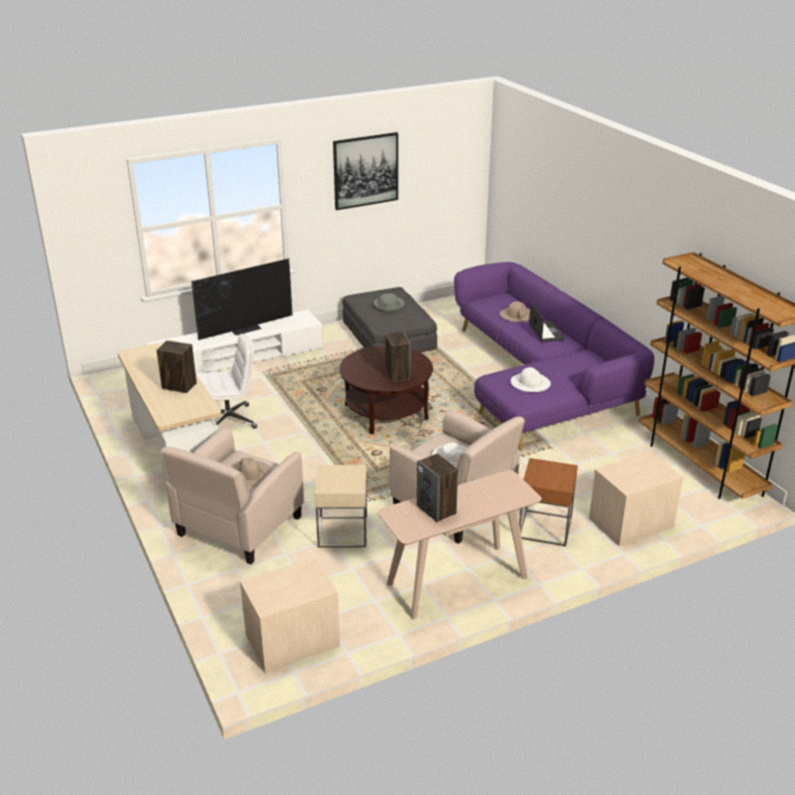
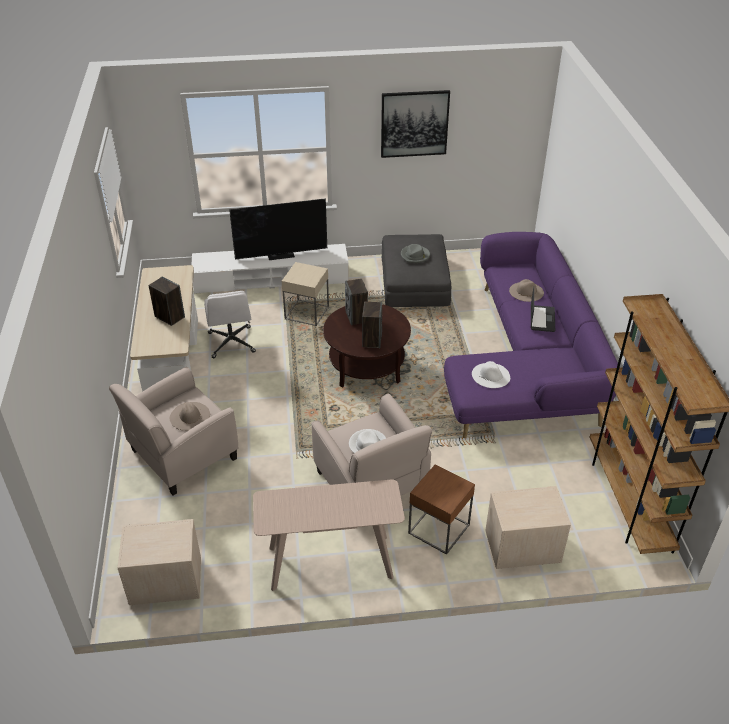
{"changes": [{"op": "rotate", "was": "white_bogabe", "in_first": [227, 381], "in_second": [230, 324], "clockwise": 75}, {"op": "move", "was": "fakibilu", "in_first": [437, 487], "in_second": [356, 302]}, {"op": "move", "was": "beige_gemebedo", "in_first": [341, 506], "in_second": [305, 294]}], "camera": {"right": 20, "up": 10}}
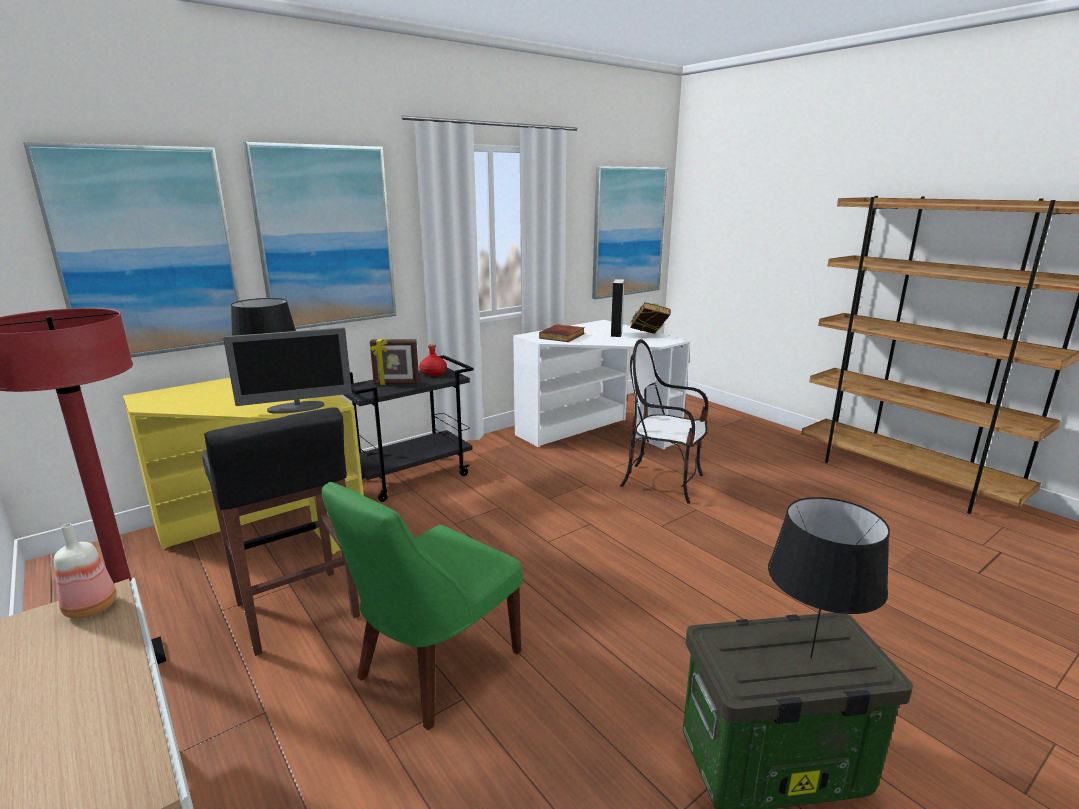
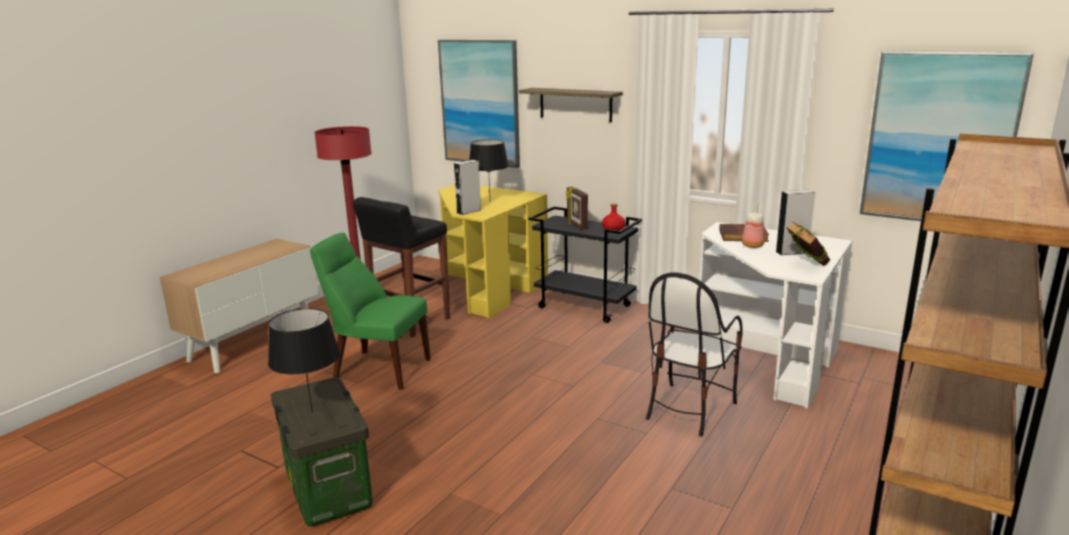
{"changes": [{"op": "replace", "was": "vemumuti", "now": "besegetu", "in_first": [319, 235], "in_second": [571, 105]}, {"op": "replace", "was": "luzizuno", "now": "grey_fakibilu", "in_first": [287, 370], "in_second": [467, 187]}, {"op": "rotate", "was": "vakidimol", "in_first": [664, 421], "in_second": [694, 354], "clockwise": -150}, {"op": "move", "was": "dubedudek", "in_first": [85, 571], "in_second": [753, 225]}], "camera": {"right": 70, "up": 0}}
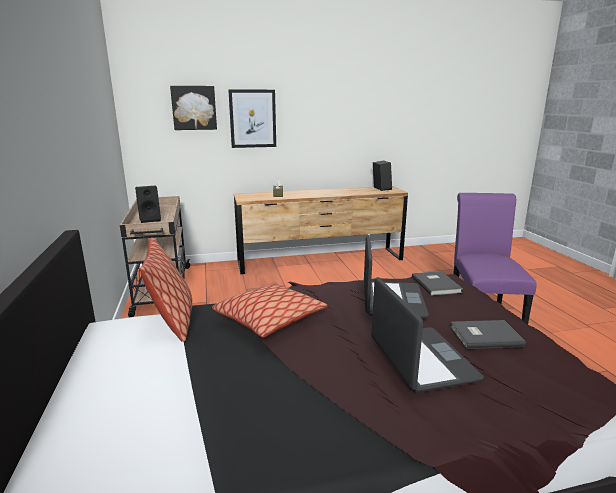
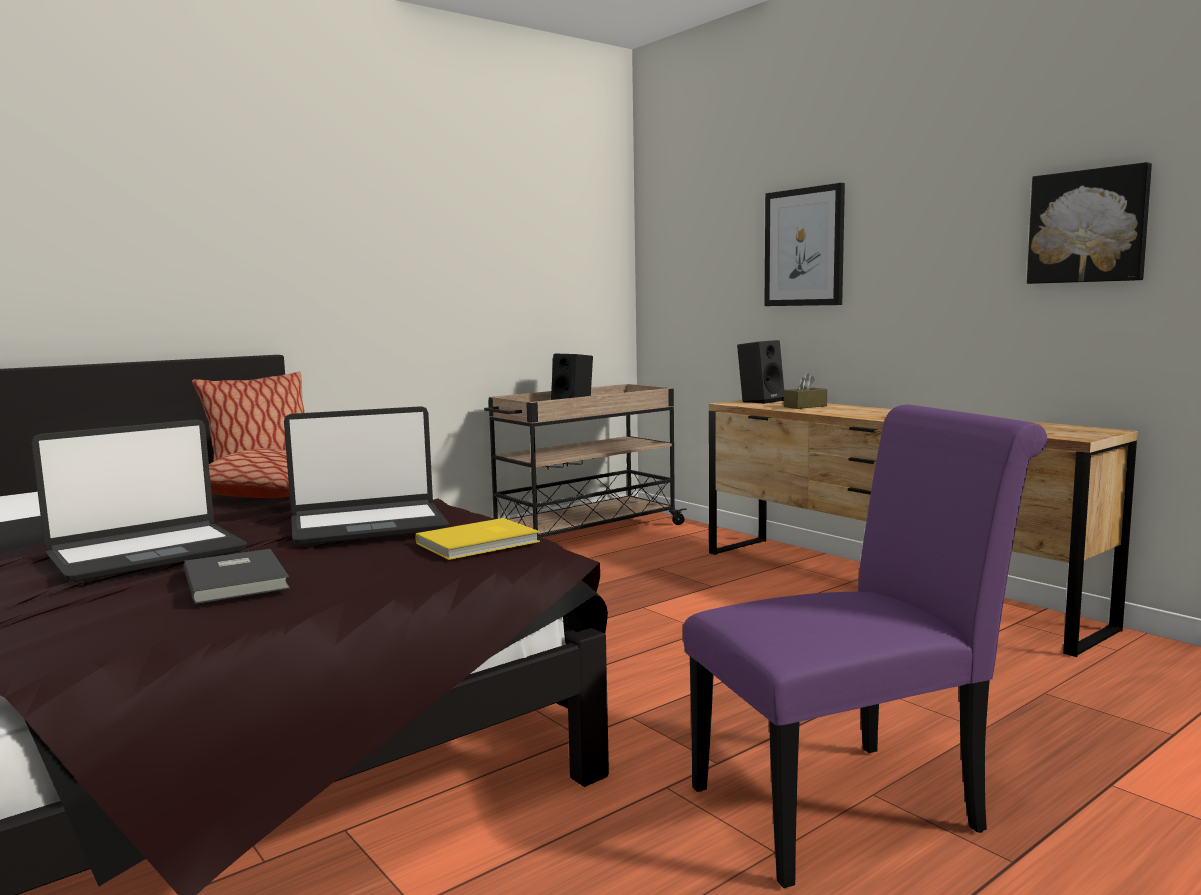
{"changes": [{"op": "move", "was": "vemumuti", "in_first": [193, 108], "in_second": [1089, 223]}, {"op": "move", "was": "black_fakibilu", "in_first": [382, 175], "in_second": [760, 372]}, {"op": "recolor", "was": "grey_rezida", "now": "yellow_rezida", "in_first": [437, 283], "in_second": [477, 539]}], "camera": {"right": 65, "up": -10}}
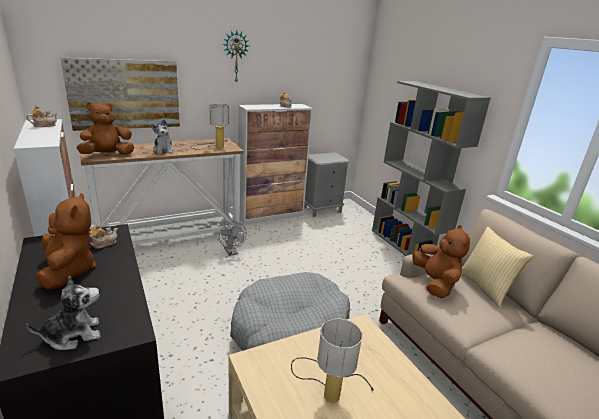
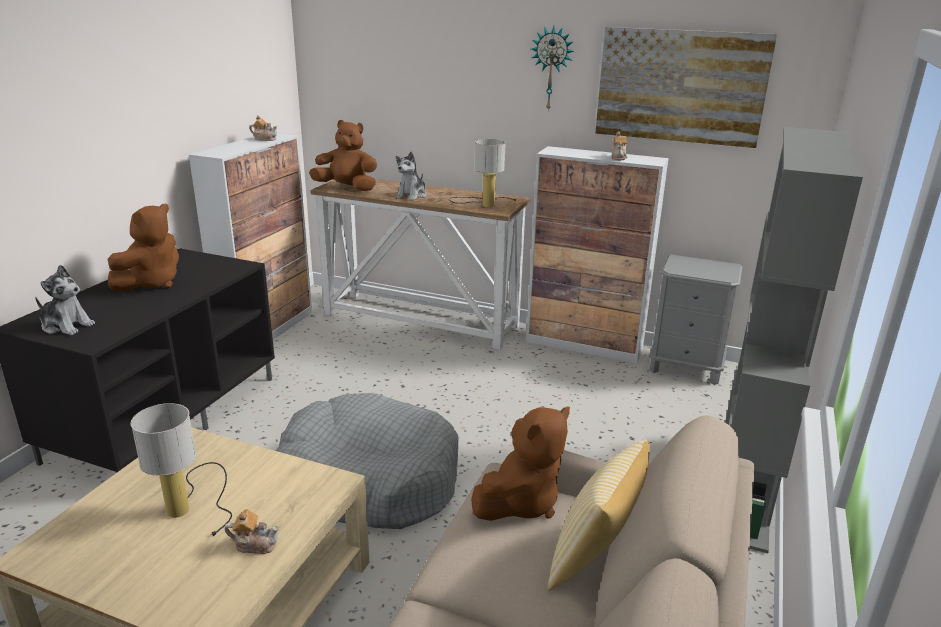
{"changes": [{"op": "move", "was": "vemumuti", "in_first": [120, 94], "in_second": [686, 87]}, {"op": "delete", "was": "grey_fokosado", "in_first": [233, 239]}, {"op": "move", "was": "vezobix", "in_first": [103, 236], "in_second": [251, 531]}], "camera": {"right": 50, "up": 0}}
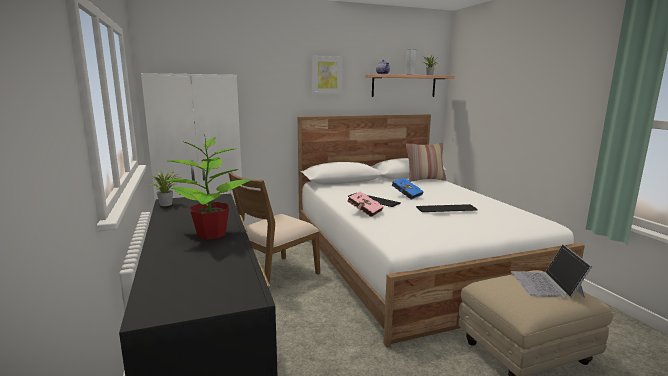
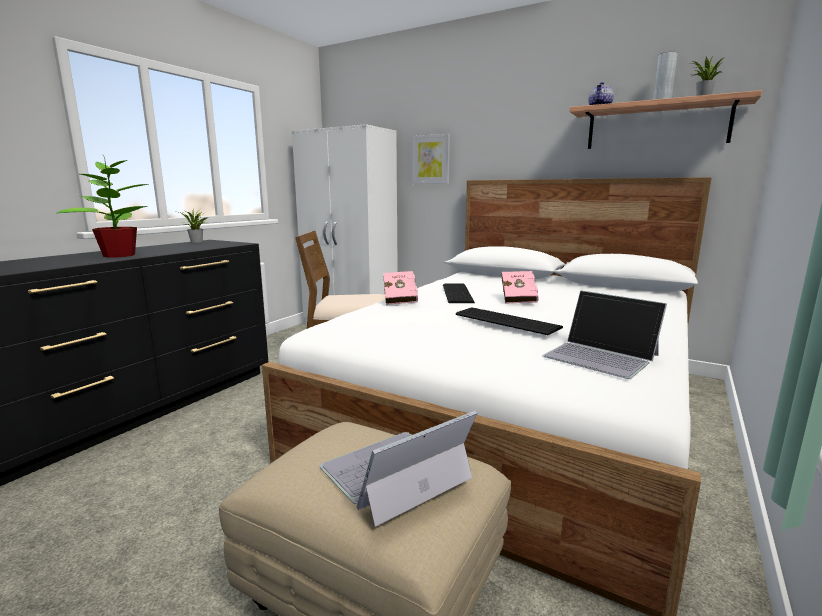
{"changes": [{"op": "move", "was": "vemumuti", "in_first": [327, 75], "in_second": [431, 159]}, {"op": "delete", "was": "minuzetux", "in_first": [426, 162]}, {"op": "recolor", "was": "blue_rezida", "now": "pink_rezida", "in_first": [408, 189], "in_second": [520, 287]}, {"op": "insert", "now": "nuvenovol", "in_second": [604, 334]}], "camera": {"right": 50, "up": 0}}
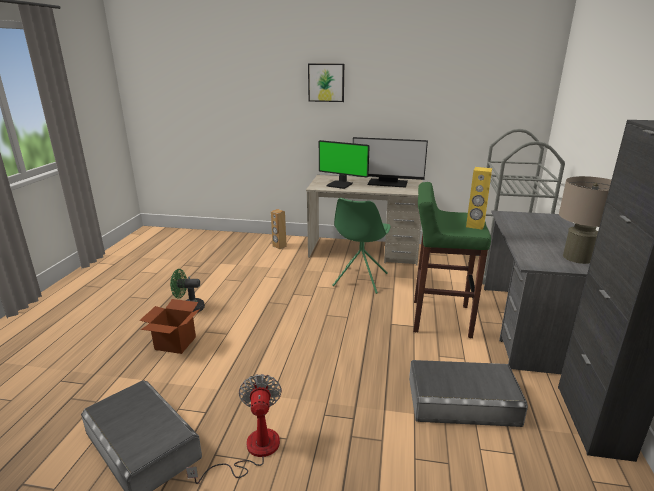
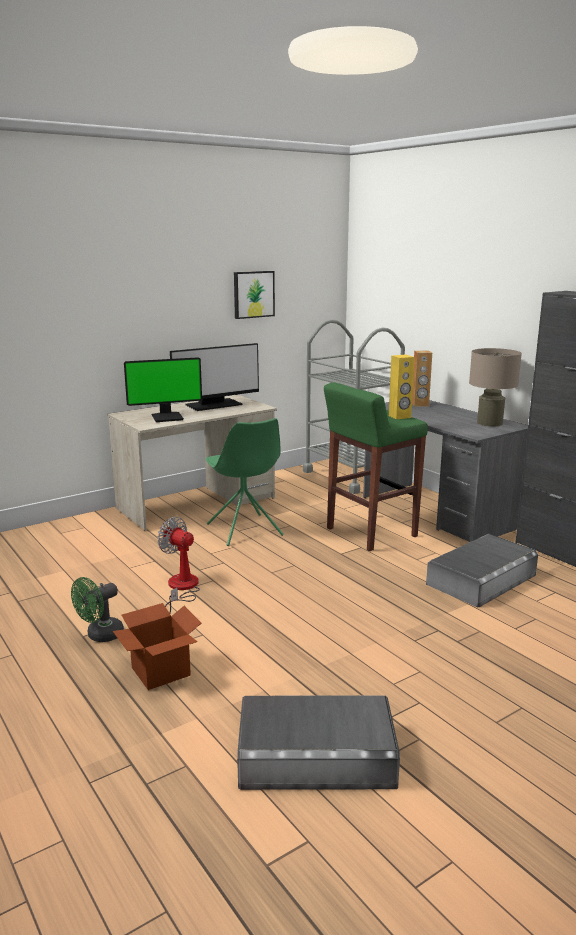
{"changes": [{"op": "move", "was": "vemumuti", "in_first": [326, 82], "in_second": [254, 295]}, {"op": "move", "was": "brown_fakibilu", "in_first": [279, 229], "in_second": [422, 379]}, {"op": "move", "was": "fokosado", "in_first": [234, 429], "in_second": [178, 565]}], "camera": {"right": -45, "up": -5}}
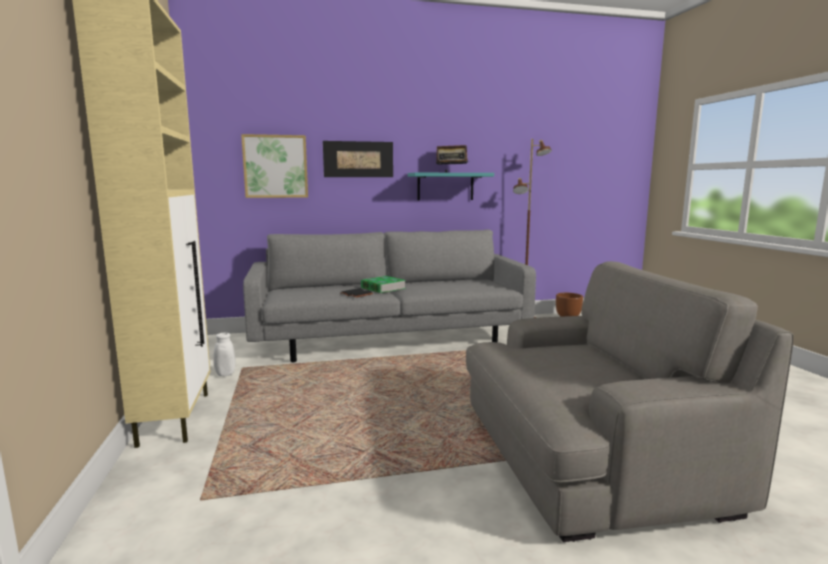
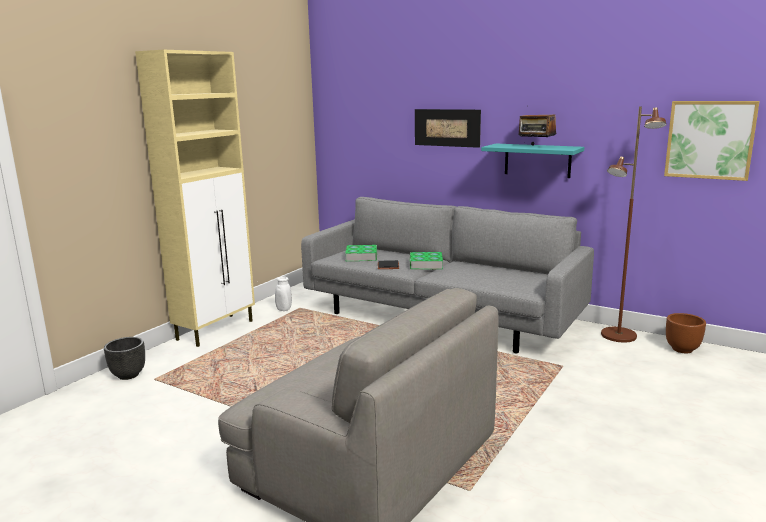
{"changes": [{"op": "move", "was": "vemumuti", "in_first": [274, 166], "in_second": [712, 141]}, {"op": "insert", "now": "rezida", "in_second": [361, 253]}, {"op": "insert", "now": "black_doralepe", "in_second": [124, 358]}], "camera": {"right": 45, "up": 5}}
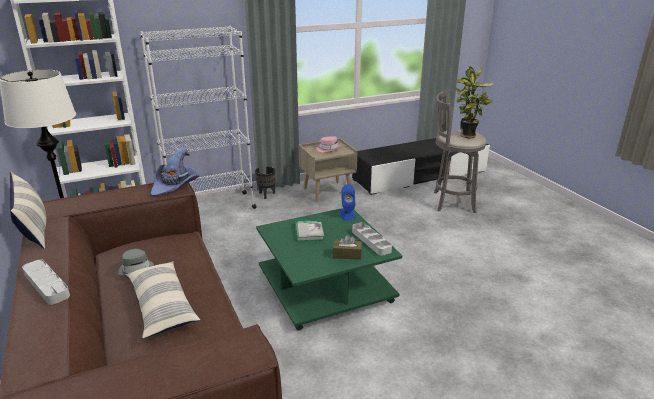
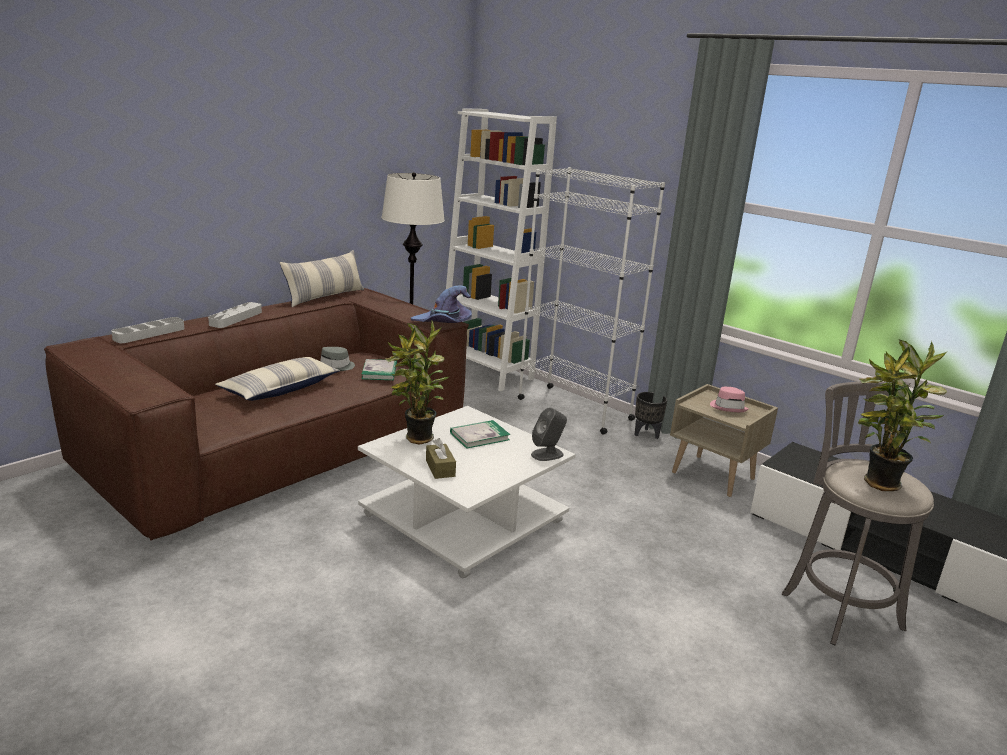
{"changes": [{"op": "recolor", "was": "blue_fakibilu", "now": "grey_fakibilu", "in_first": [347, 202], "in_second": [549, 434]}, {"op": "recolor", "was": "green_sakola", "now": "white_sakola", "in_first": [329, 269], "in_second": [467, 492]}, {"op": "move", "was": "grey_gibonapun", "in_first": [372, 239], "in_second": [147, 330]}, {"op": "insert", "now": "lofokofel", "in_second": [417, 383]}, {"op": "insert", "now": "rezida", "in_second": [379, 369]}], "camera": {"right": 65, "up": -5}}
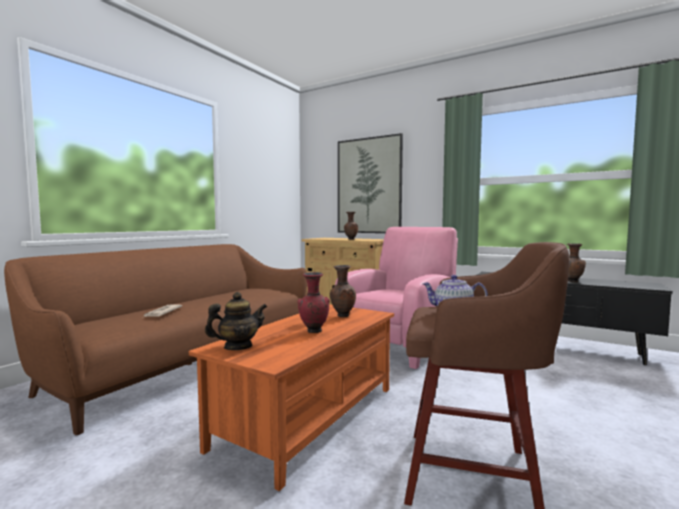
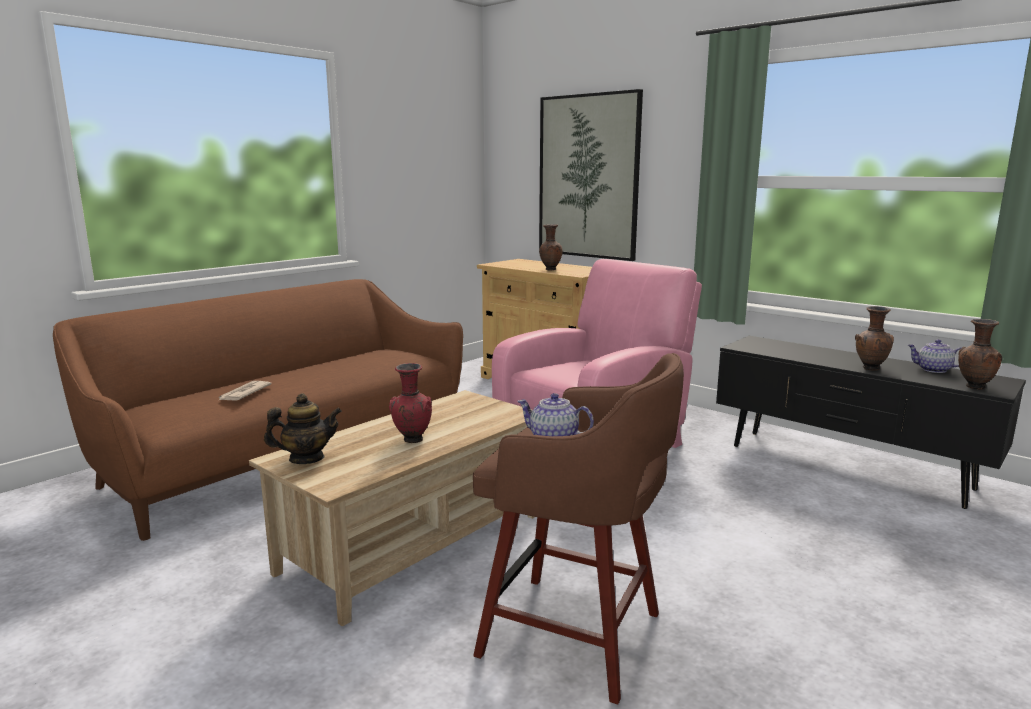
{"changes": [{"op": "move", "was": "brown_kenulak", "in_first": [343, 291], "in_second": [980, 354]}, {"op": "recolor", "was": "orange_sakola", "now": "beige_sakola", "in_first": [291, 397], "in_second": [392, 508]}, {"op": "insert", "now": "vezobix", "in_second": [934, 356]}], "camera": {"right": 10, "up": 10}}
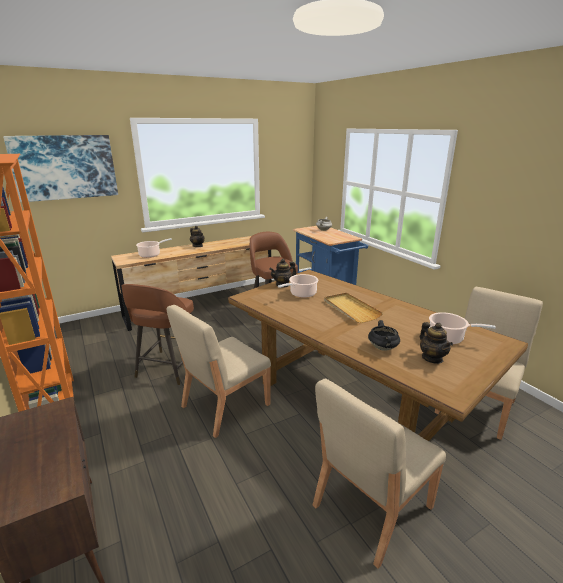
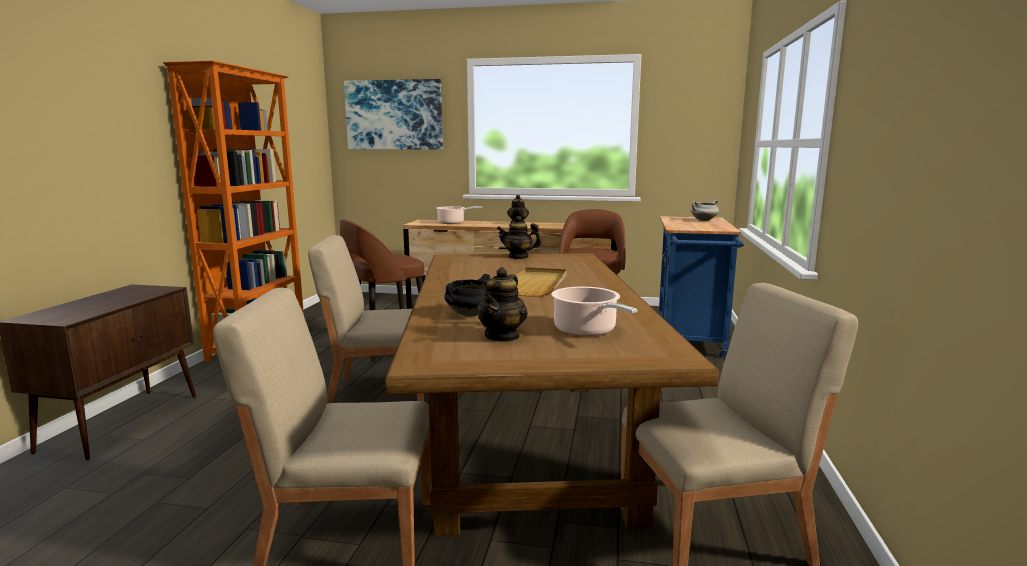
{"changes": [{"op": "delete", "was": "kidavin", "in_first": [298, 286]}], "camera": {"right": 40, "up": -10}}
